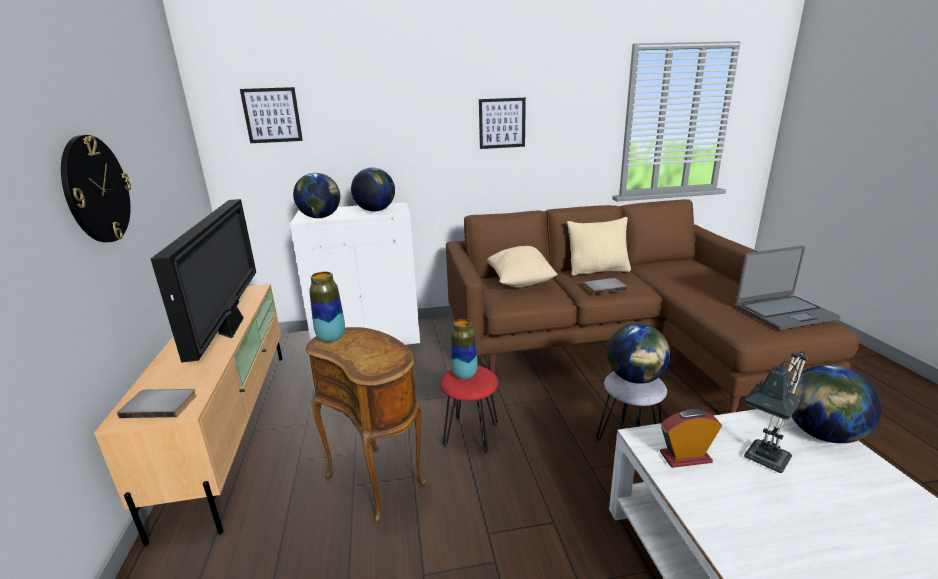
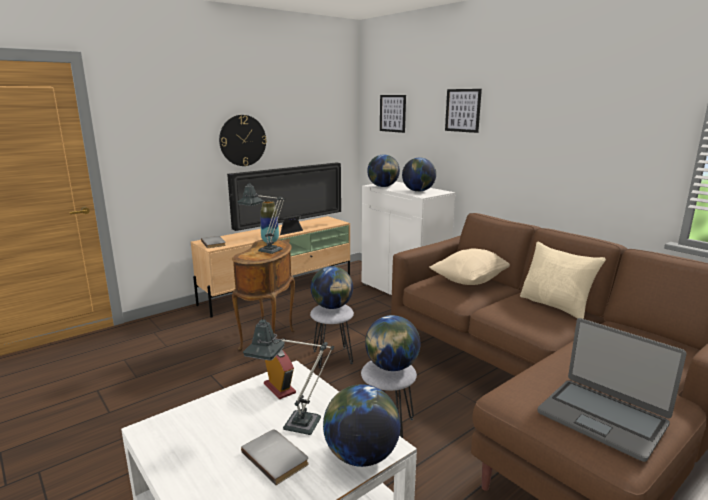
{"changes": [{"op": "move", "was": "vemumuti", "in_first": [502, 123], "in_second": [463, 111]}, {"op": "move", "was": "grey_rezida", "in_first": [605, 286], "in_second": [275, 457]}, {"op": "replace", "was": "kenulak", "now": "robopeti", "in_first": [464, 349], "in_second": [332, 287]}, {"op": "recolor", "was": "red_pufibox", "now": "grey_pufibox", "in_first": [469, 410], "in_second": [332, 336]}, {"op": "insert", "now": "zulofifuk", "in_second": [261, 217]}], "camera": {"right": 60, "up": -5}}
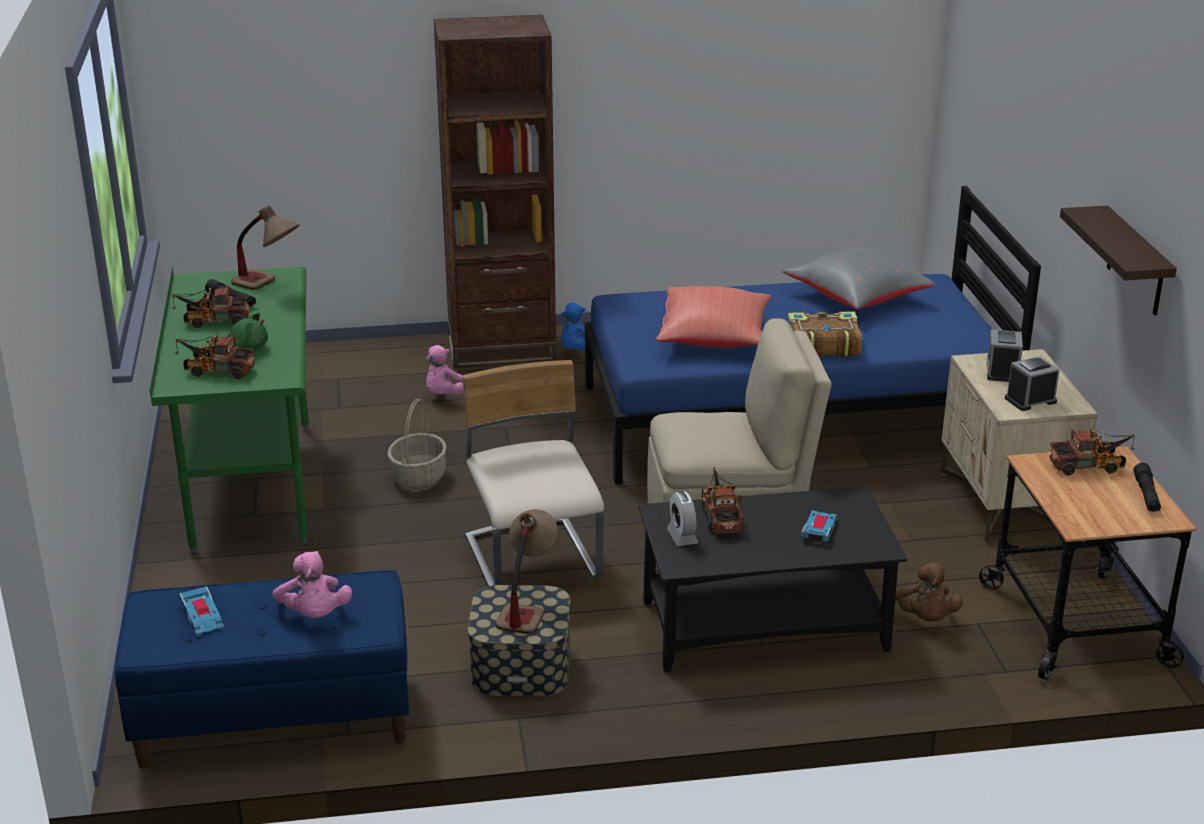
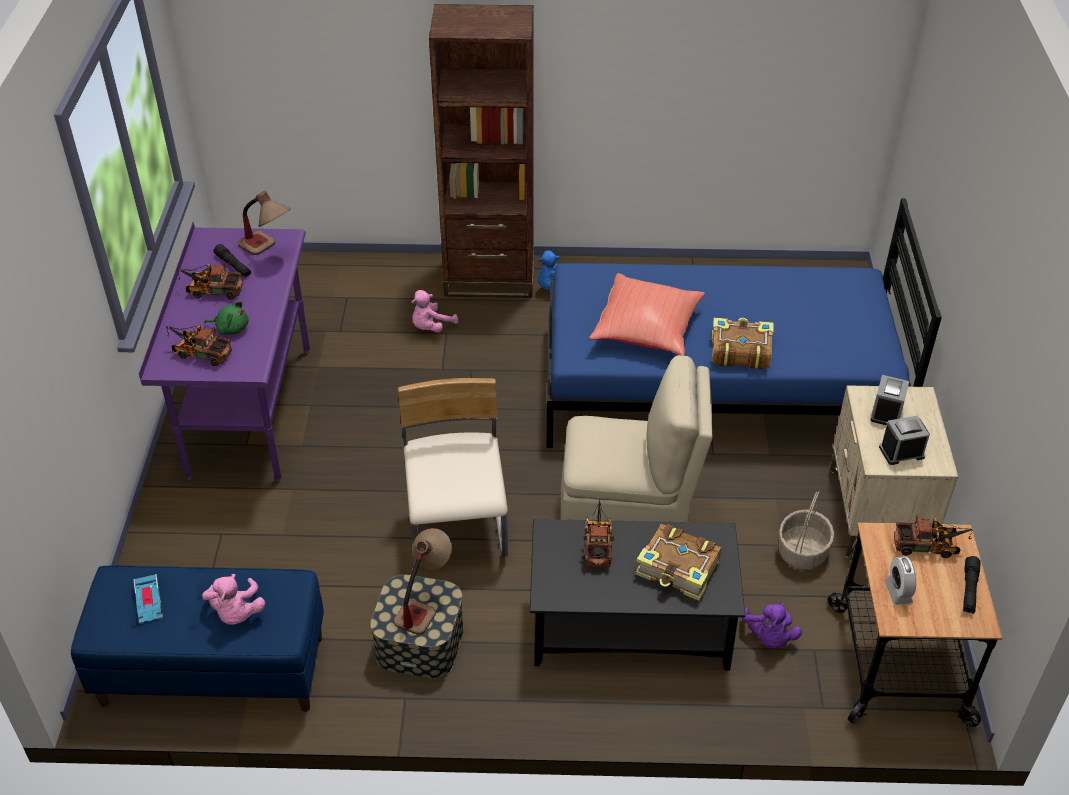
{"changes": [{"op": "delete", "was": "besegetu", "in_first": [1118, 260]}, {"op": "delete", "was": "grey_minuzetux", "in_first": [858, 278]}, {"op": "recolor", "was": "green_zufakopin", "now": "purple_zufakopin", "in_first": [229, 409], "in_second": [224, 352]}, {"op": "move", "was": "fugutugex", "in_first": [417, 443], "in_second": [806, 530]}, {"op": "move", "was": "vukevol", "in_first": [682, 518], "in_second": [900, 580]}, {"op": "replace", "was": "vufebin", "now": "rezida", "in_first": [819, 526], "in_second": [679, 562]}, {"op": "recolor", "was": "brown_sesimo", "now": "purple_sesimo", "in_first": [929, 592], "in_second": [772, 625]}], "camera": {"right": 10, "up": 15}}
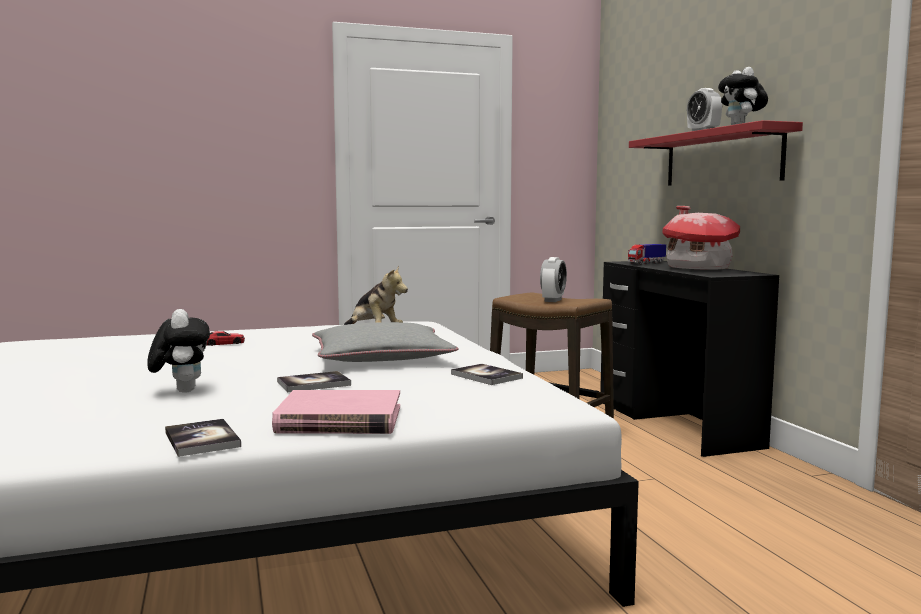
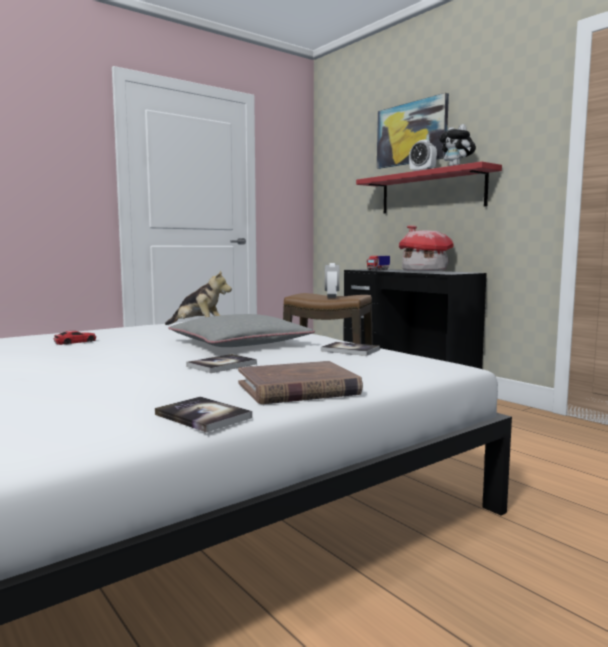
{"changes": [{"op": "delete", "was": "sesimo", "in_first": [178, 351]}, {"op": "recolor", "was": "pink_rezida", "now": "brown_rezida", "in_first": [336, 412], "in_second": [300, 382]}, {"op": "insert", "now": "vemumuti", "in_second": [413, 131]}], "camera": {"right": -20, "up": 0}}
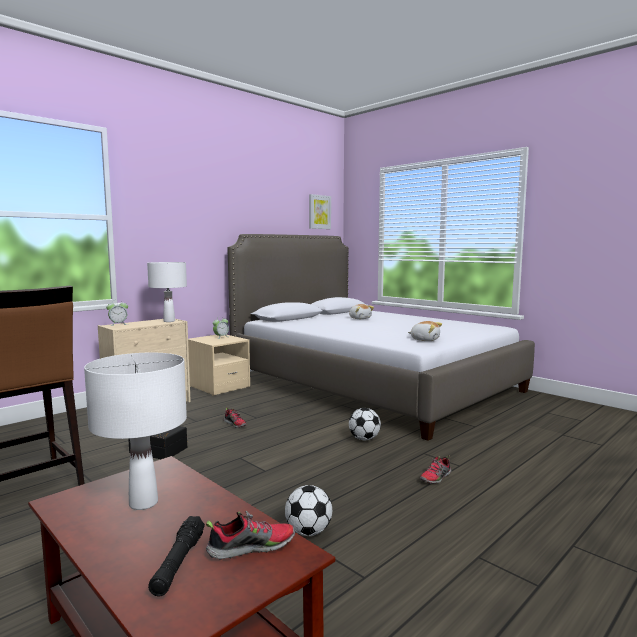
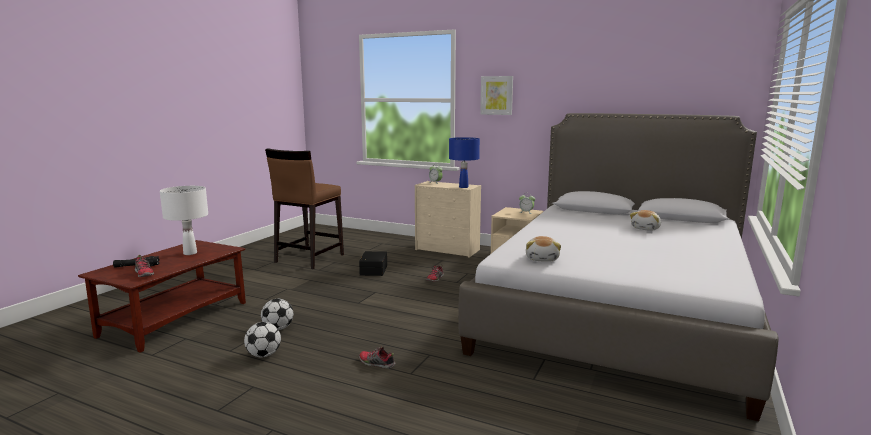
{"changes": [{"op": "move", "was": "vemumuti", "in_first": [320, 211], "in_second": [496, 95]}, {"op": "recolor", "was": "white_zulofifuk", "now": "blue_zulofifuk", "in_first": [167, 292], "in_second": [464, 162]}, {"op": "move", "was": "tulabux", "in_first": [365, 424], "in_second": [262, 339]}], "camera": {"right": 70, "up": 5}}
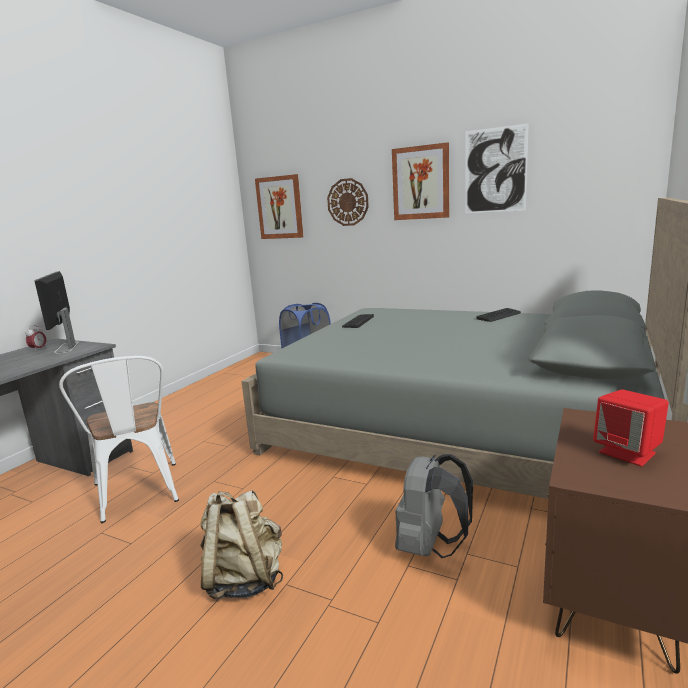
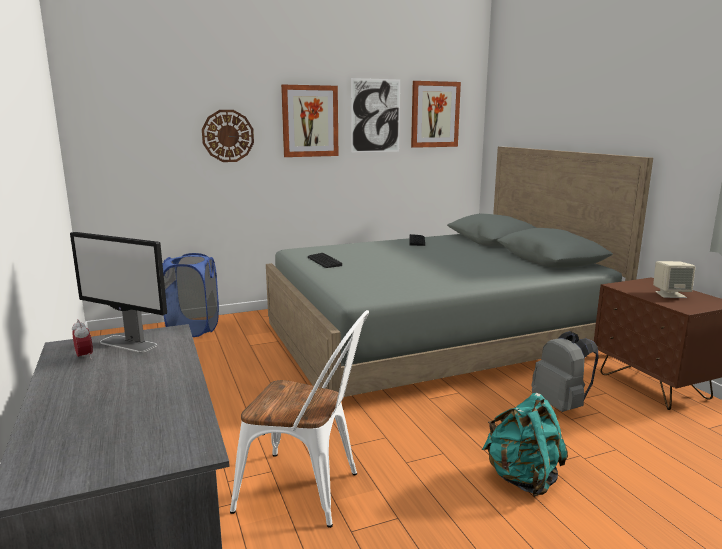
{"changes": [{"op": "move", "was": "vemumuti", "in_first": [279, 206], "in_second": [436, 114]}, {"op": "recolor", "was": "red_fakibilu", "now": "beige_fakibilu", "in_first": [631, 427], "in_second": [674, 279]}, {"op": "recolor", "was": "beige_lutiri", "now": "turquoise_lutiri", "in_first": [241, 544], "in_second": [525, 445]}], "camera": {"right": -50, "up": 0}}
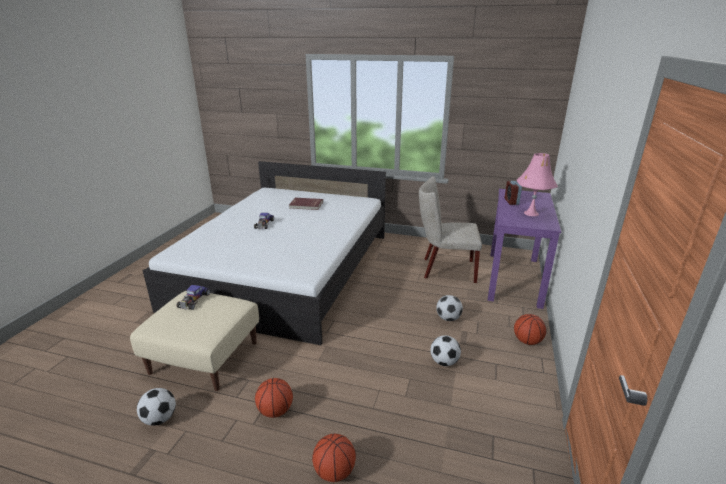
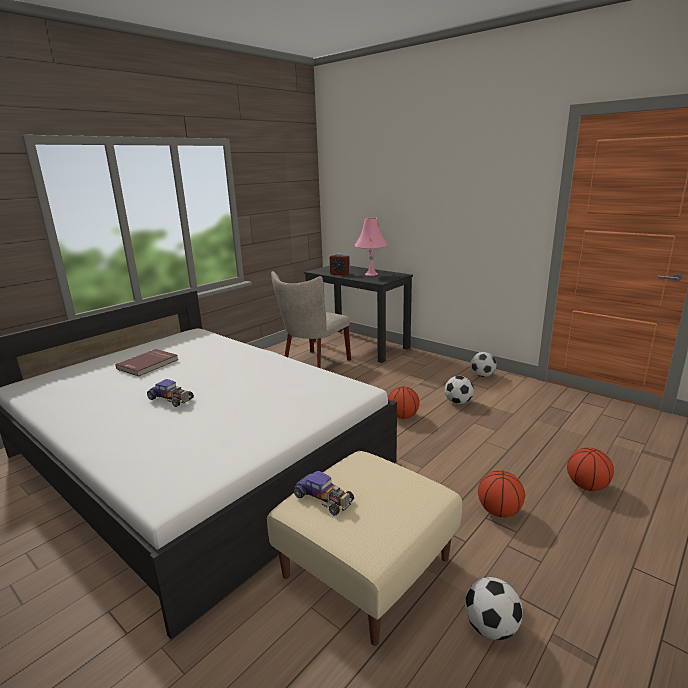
{"changes": [{"op": "recolor", "was": "purple_zufakopin", "now": "black_zufakopin", "in_first": [524, 249], "in_second": [358, 314]}, {"op": "move", "was": "tulabux", "in_first": [449, 308], "in_second": [483, 364]}, {"op": "move", "was": "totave", "in_first": [530, 329], "in_second": [403, 402]}], "camera": {"right": -65, "up": -5}}
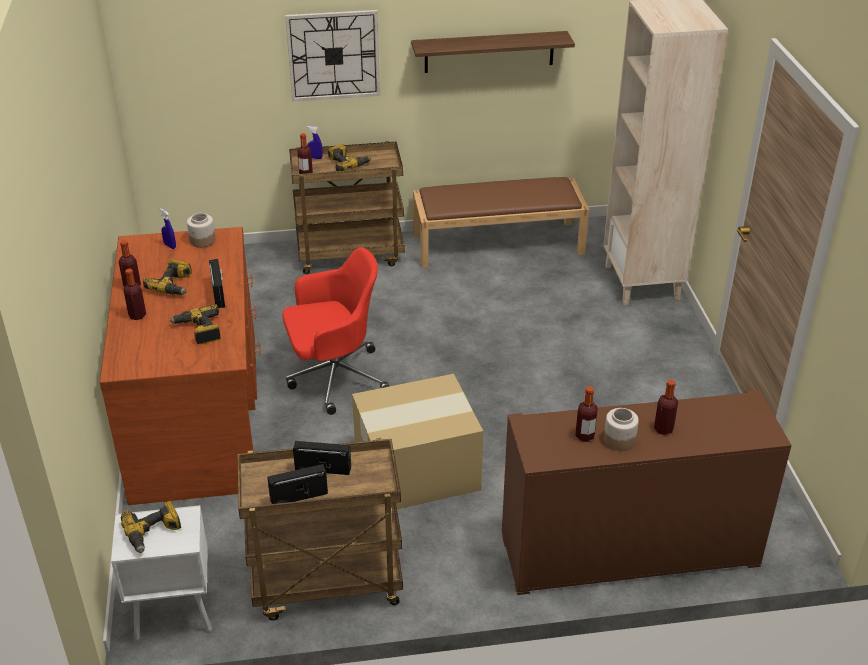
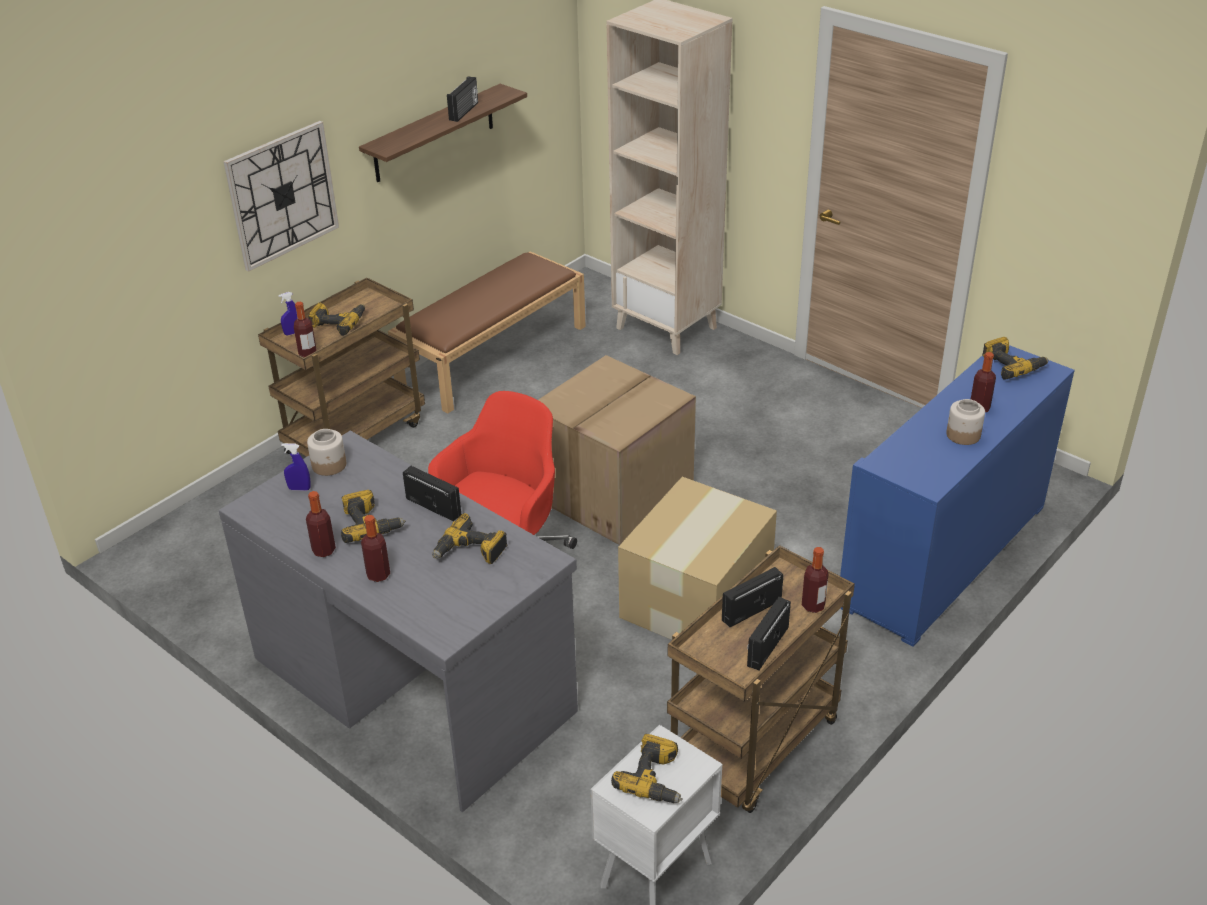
{"changes": [{"op": "recolor", "was": "brown_zufakopin", "now": "grey_zufakopin", "in_first": [180, 366], "in_second": [398, 621]}, {"op": "move", "was": "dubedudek", "in_first": [586, 414], "in_second": [815, 580]}, {"op": "recolor", "was": "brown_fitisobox", "now": "blue_fitisobox", "in_first": [647, 492], "in_second": [957, 496]}, {"op": "insert", "now": "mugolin", "in_second": [462, 99]}, {"op": "insert", "now": "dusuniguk", "in_second": [1015, 358]}, {"op": "insert", "now": "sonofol", "in_second": [617, 450]}], "camera": {"right": -40, "up": 0}}
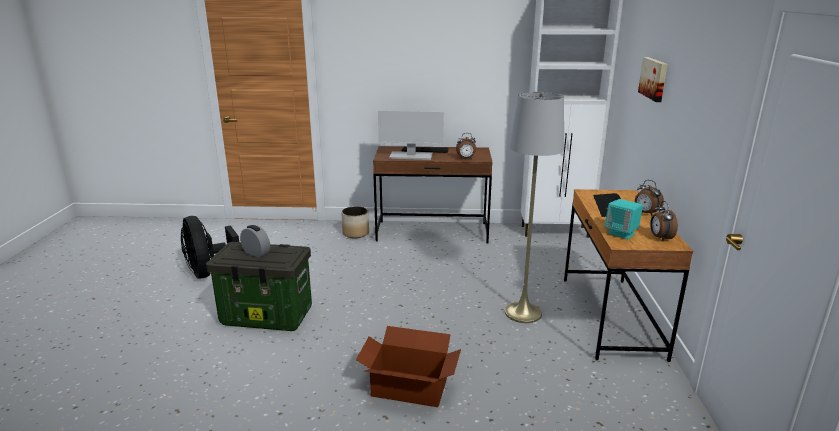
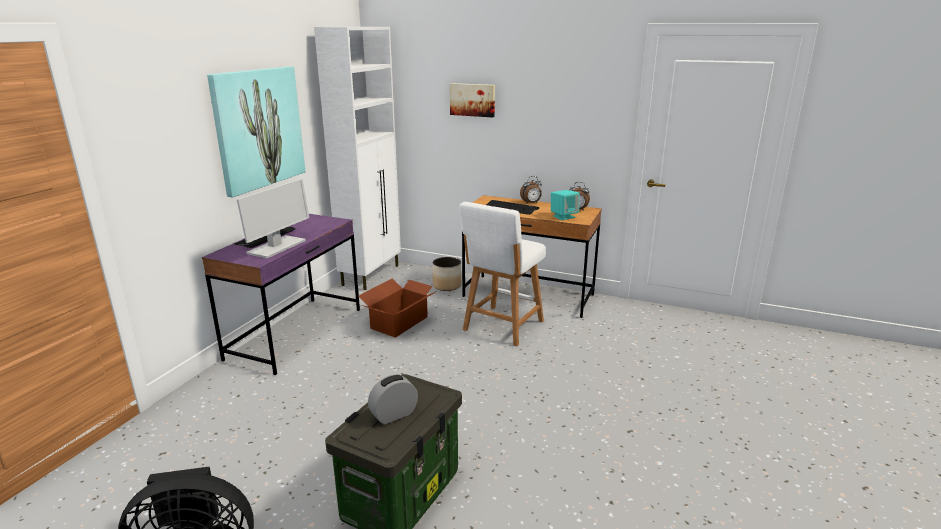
{"changes": [{"op": "replace", "was": "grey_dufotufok", "now": "white_pufibox", "in_first": [534, 207], "in_second": [502, 274]}, {"op": "delete", "was": "vukevol", "in_first": [466, 146]}, {"op": "recolor", "was": "brown_zufakopin", "now": "purple_zufakopin", "in_first": [433, 194], "in_second": [281, 294]}, {"op": "move", "was": "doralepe", "in_first": [355, 222], "in_second": [447, 274]}, {"op": "move", "was": "sonofol", "in_first": [408, 366], "in_second": [397, 308]}, {"op": "insert", "now": "vemumuti", "in_second": [256, 131]}], "camera": {"right": -70, "up": 0}}
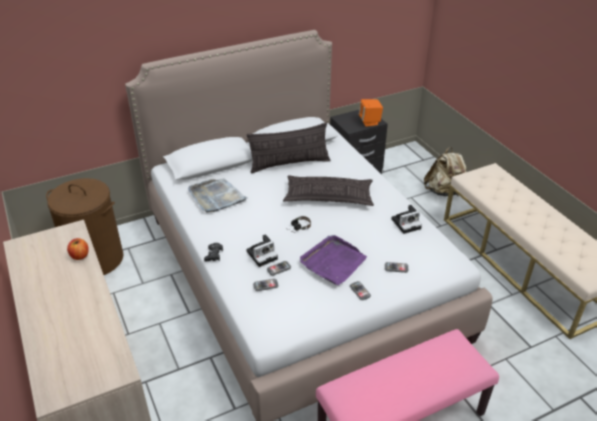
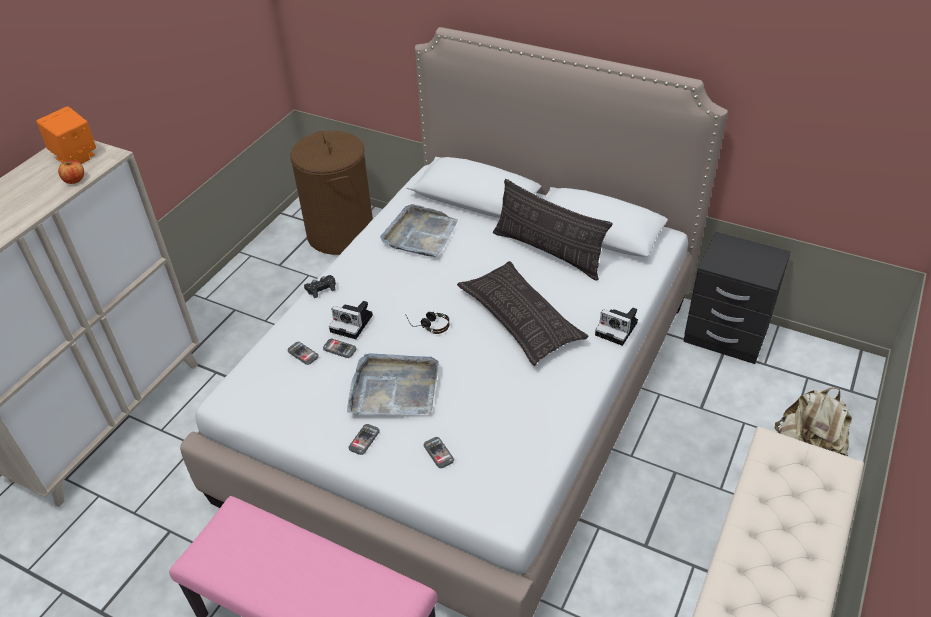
{"changes": [{"op": "move", "was": "orange_fakibilu", "in_first": [371, 113], "in_second": [66, 135]}, {"op": "move", "was": "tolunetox", "in_first": [406, 219], "in_second": [616, 327]}, {"op": "recolor", "was": "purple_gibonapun", "now": "grey_gibonapun", "in_first": [333, 260], "in_second": [393, 384]}], "camera": {"right": 55, "up": 5}}
